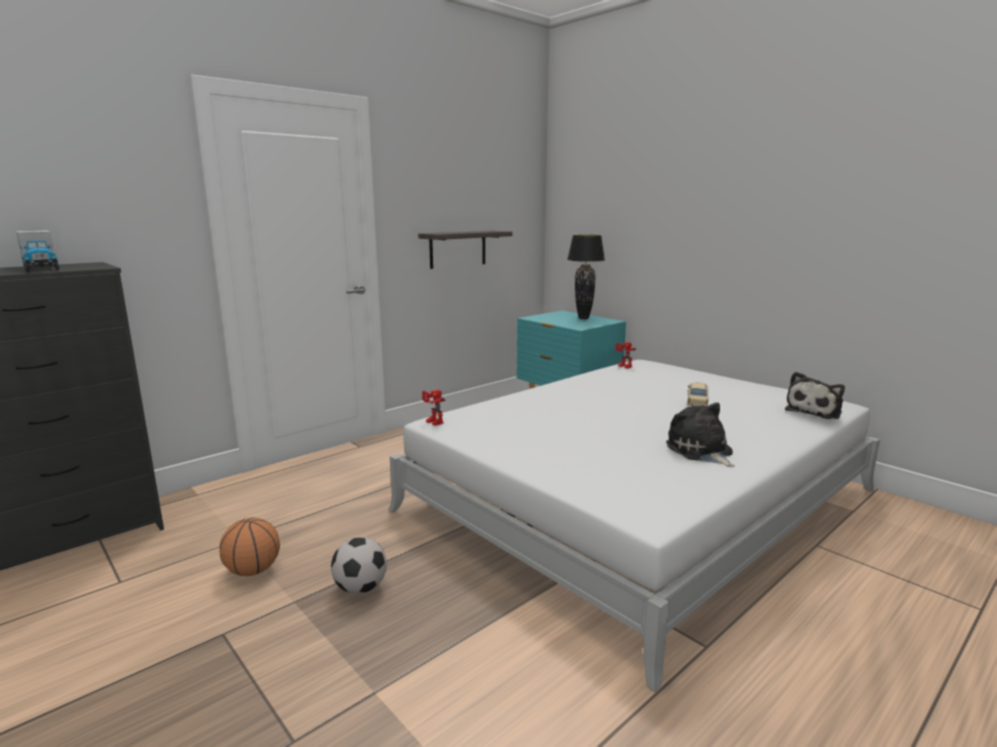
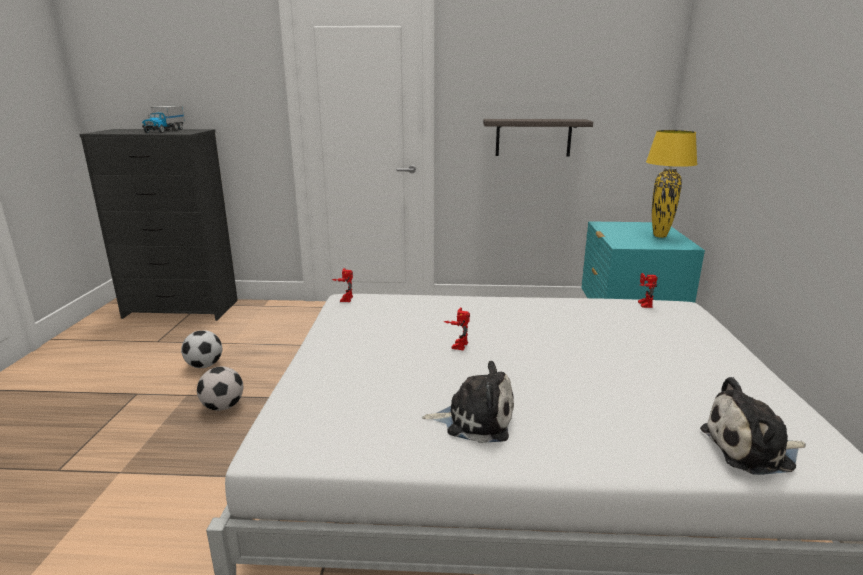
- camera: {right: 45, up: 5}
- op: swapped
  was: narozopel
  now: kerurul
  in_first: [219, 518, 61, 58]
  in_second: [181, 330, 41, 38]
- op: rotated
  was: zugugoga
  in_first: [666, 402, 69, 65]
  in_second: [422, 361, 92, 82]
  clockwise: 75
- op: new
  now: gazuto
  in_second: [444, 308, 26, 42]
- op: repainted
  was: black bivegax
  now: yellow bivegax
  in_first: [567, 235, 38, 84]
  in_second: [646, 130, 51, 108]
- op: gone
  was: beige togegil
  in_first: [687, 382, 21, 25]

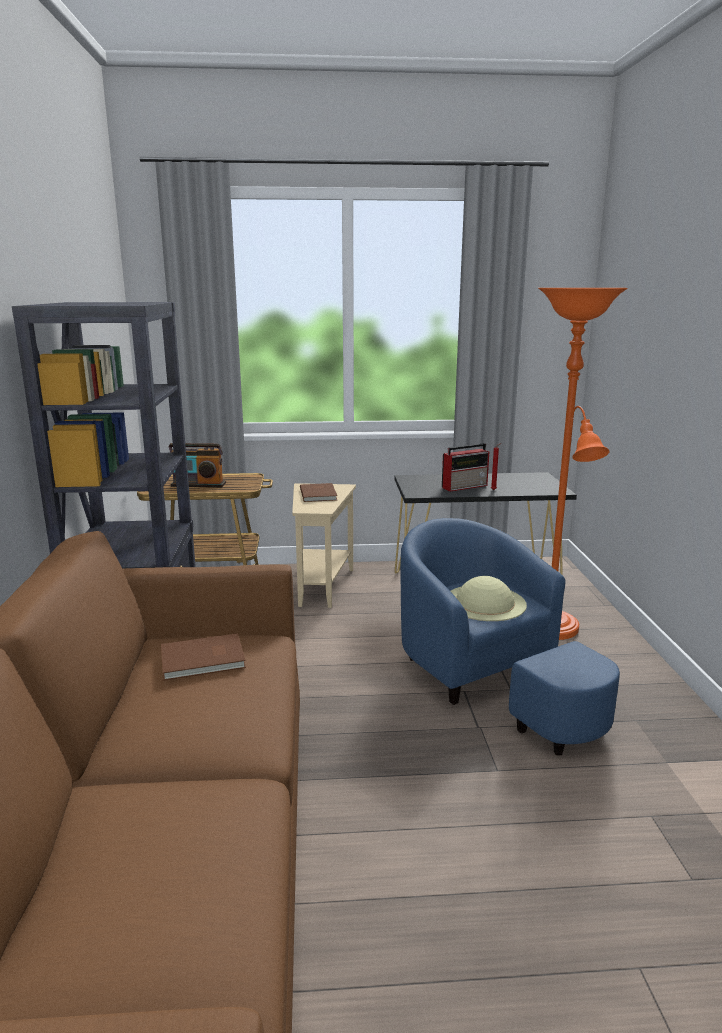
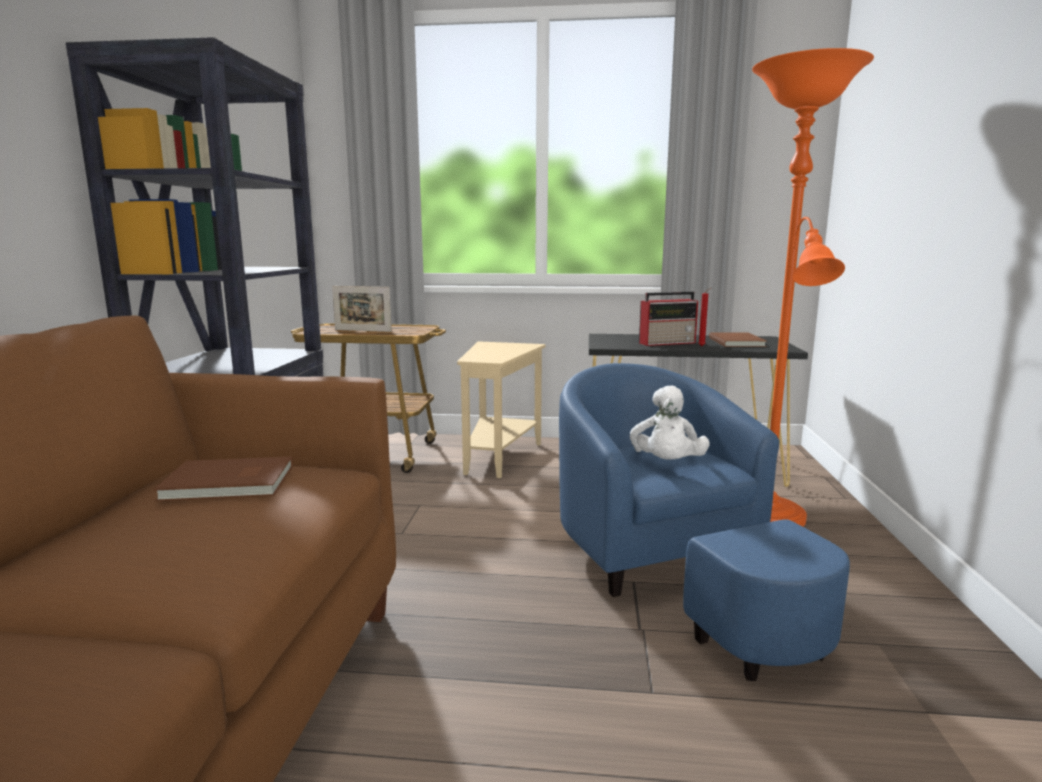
- camera: {right: 10, up: -5}
- op: swapped
  was: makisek
  now: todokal
  in_first: [169, 443, 57, 44]
  in_second: [332, 286, 60, 46]
- op: swapped
  was: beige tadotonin
  now: white zugugoga
  in_first: [451, 576, 76, 45]
  in_second: [630, 385, 80, 75]
- op: shifted
  was: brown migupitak
  in_first: [300, 483, 37, 19]
  in_second: [709, 332, 58, 15]

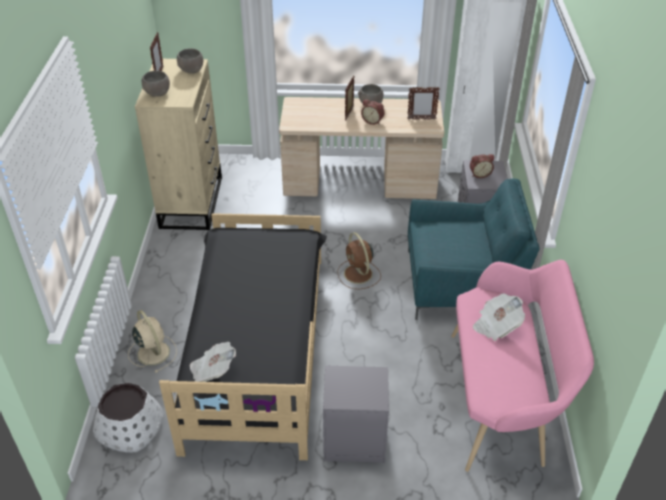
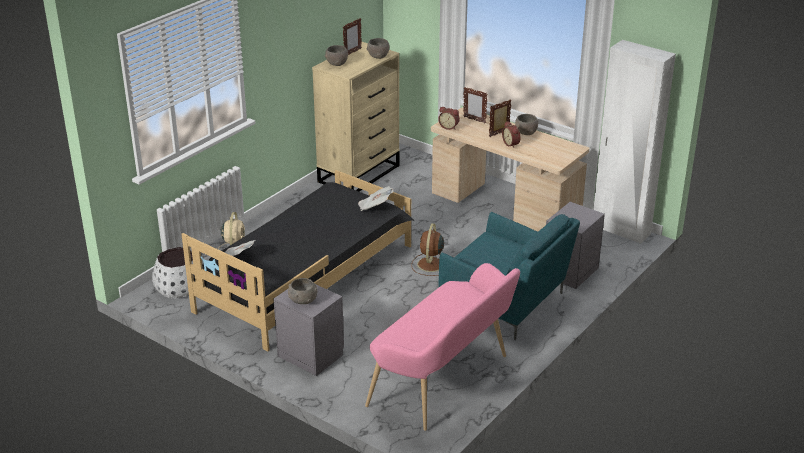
- camera: {right: 35, up: -10}
- op: new
  now: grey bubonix
  in_second: [288, 278, 29, 26]
- op: shifted
  was: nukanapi
  in_first: [473, 293, 52, 48]
  in_second: [358, 186, 35, 25]
- op: shifted
  was: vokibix
  in_first: [470, 154, 24, 24]
  in_second: [438, 107, 22, 23]
- op: shifted
  was: todokal
  in_first: [408, 87, 32, 33]
  in_second: [463, 87, 25, 37]

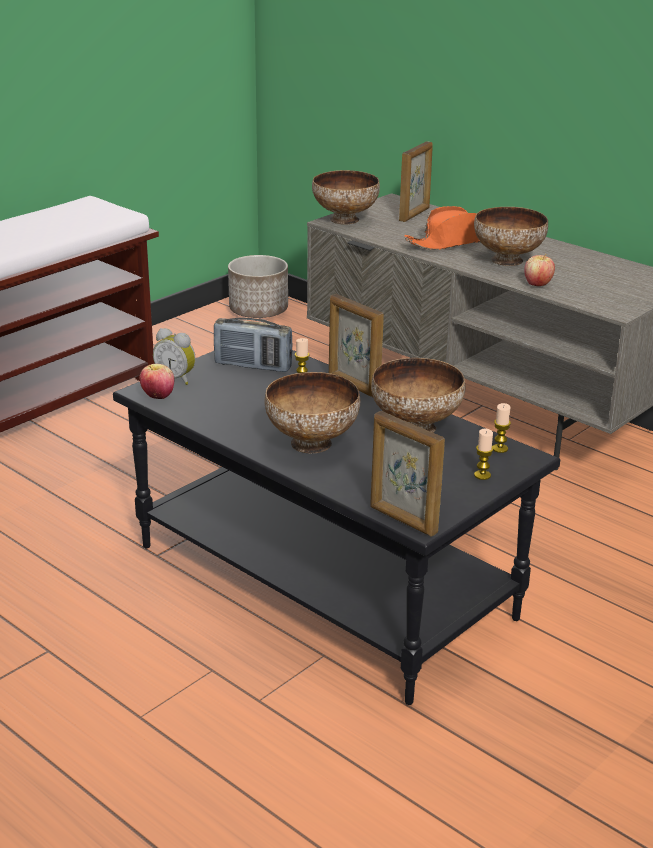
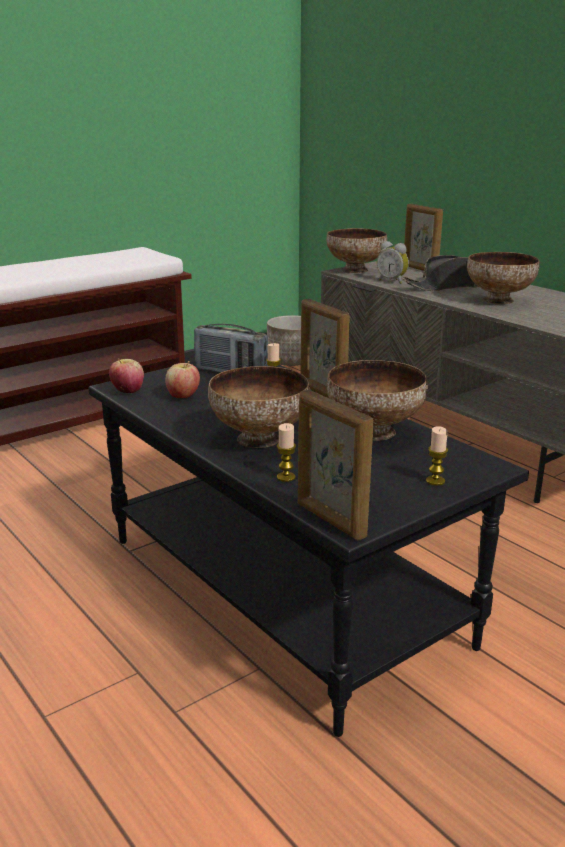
- camera: {right: 10, up: -5}
- op: shifted
  was: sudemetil
  in_first: [524, 254, 31, 32]
  in_second: [165, 361, 35, 37]
- op: shifted
  was: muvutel
  in_first: [492, 403, 19, 50]
  in_second: [277, 423, 19, 59]
- op: shifted
  was: vokibix
  in_first: [153, 328, 43, 57]
  in_second: [377, 241, 32, 43]
- op: repainted
  was: orange tadotonin
  now: black tadotonin
  in_first: [404, 206, 76, 44]
  in_second: [403, 255, 75, 36]
- op: rotated
  was: todokal
  in_first: [399, 141, 34, 81]
  in_second: [404, 204, 39, 67]
  clockwise: 105

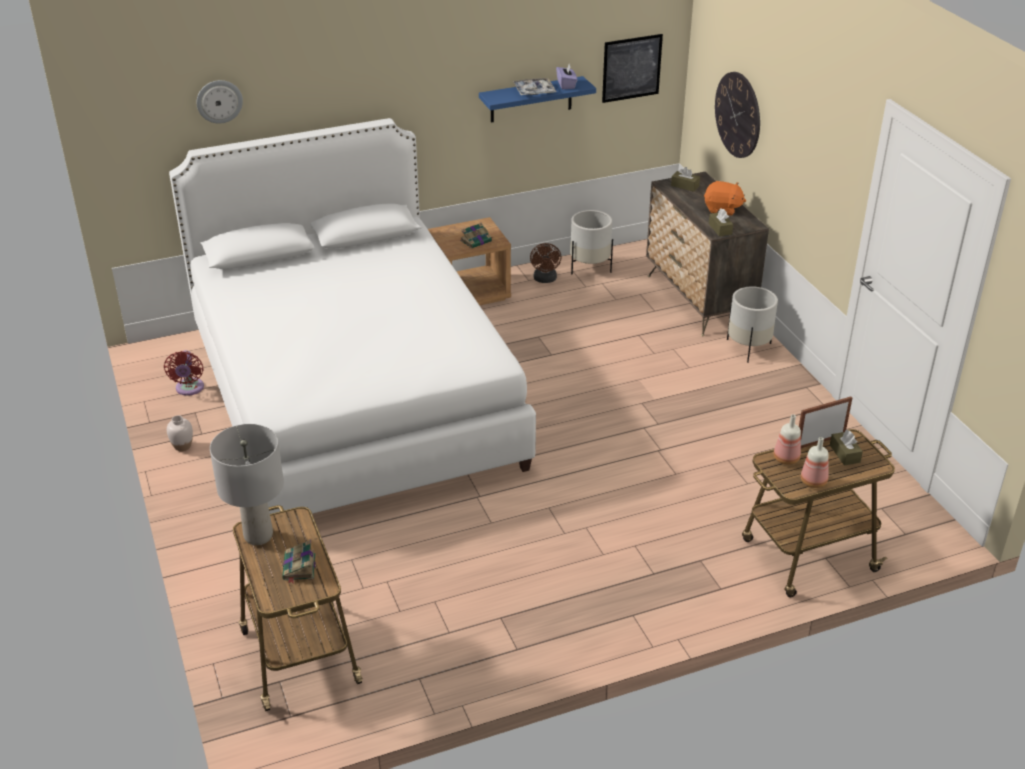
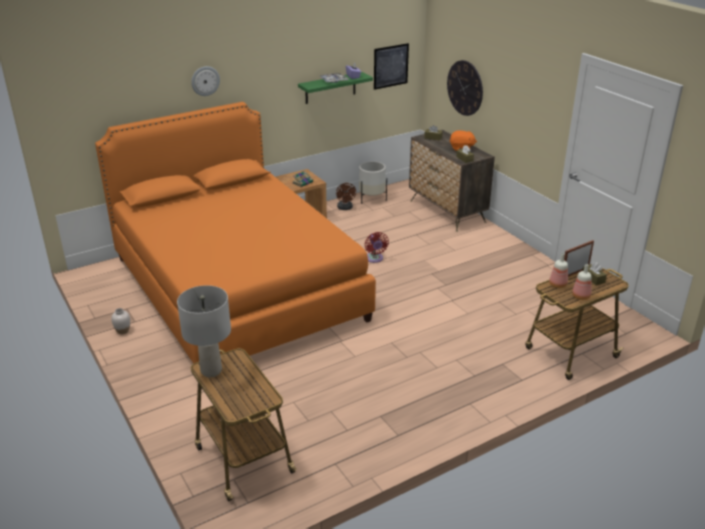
- camera: {right: -10, up: -5}
- op: repainted
  was: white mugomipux
  now: orange mugomipux
  in_first: [169, 118, 367, 414]
  in_second: [95, 102, 281, 262]
- op: shifted
  was: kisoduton
  in_first: [196, 80, 47, 44]
  in_second: [191, 66, 29, 30]
- op: repainted
  was: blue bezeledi
  now: green bezeledi
  in_first: [479, 76, 117, 47]
  in_second: [298, 72, 75, 32]
- op: shifted
  was: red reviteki
  in_first: [164, 350, 40, 46]
  in_second: [365, 232, 24, 31]
- op: gone
  was: migupitak
  in_first: [282, 539, 34, 45]
- op: gone
  was: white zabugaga
  in_first: [727, 286, 51, 77]

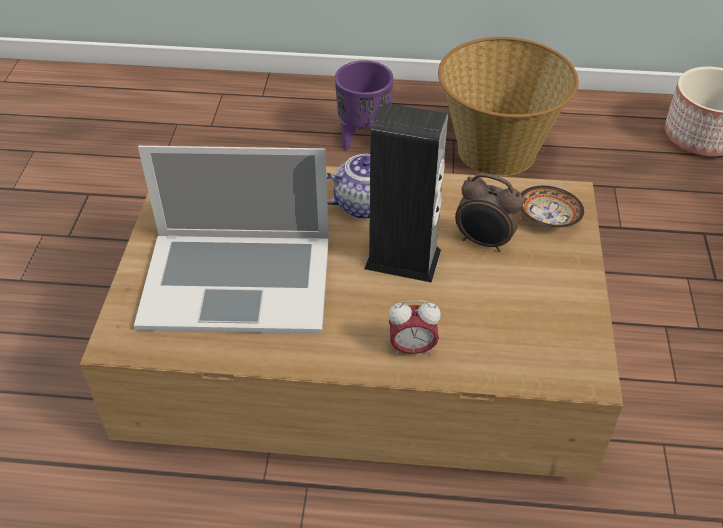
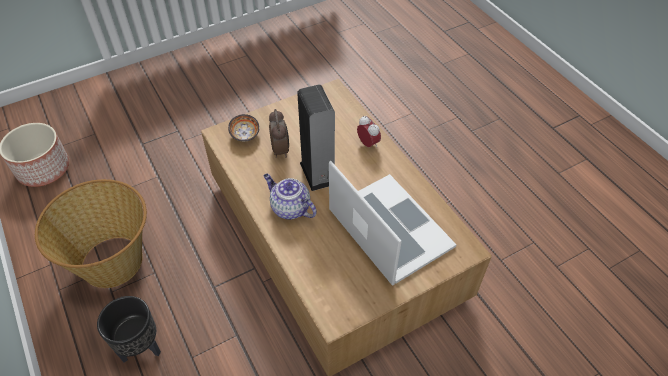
- camera: {right: -125, up: 5}
- op: repainted
  was: purple zabugaga
  now: black zabugaga
  in_first: [335, 61, 59, 90]
  in_second: [97, 296, 64, 67]

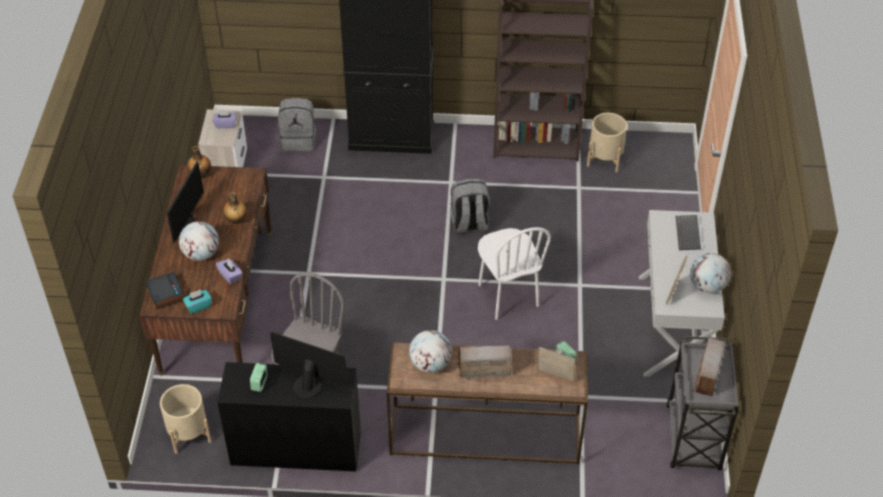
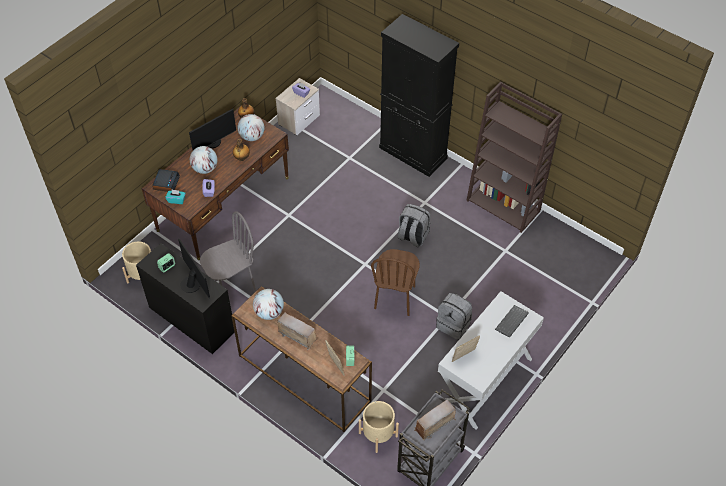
- camera: {right: 35, up: 5}
- op: shifted
  was: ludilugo
  in_first: [690, 253, 41, 40]
  in_second: [238, 114, 27, 27]
- op: shifted
  was: beige zabugaga
  in_first: [587, 113, 40, 59]
  in_second: [359, 401, 40, 52]
- op: repainted
  was: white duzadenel
  now: brown duzadenel
  in_first: [478, 227, 73, 93]
  in_second: [371, 249, 49, 67]
- op: shifted
  was: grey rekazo
  in_first: [278, 98, 38, 53]
  in_second: [436, 293, 36, 47]

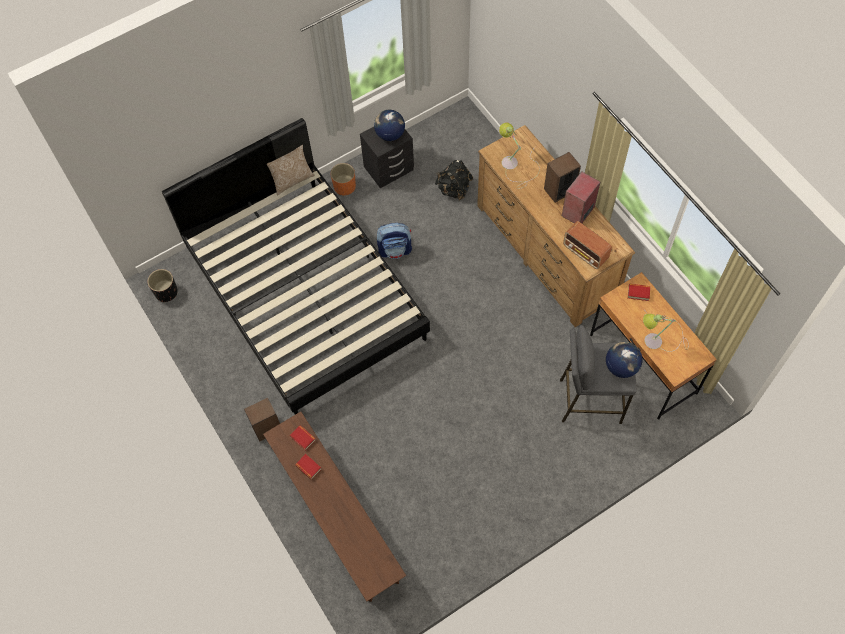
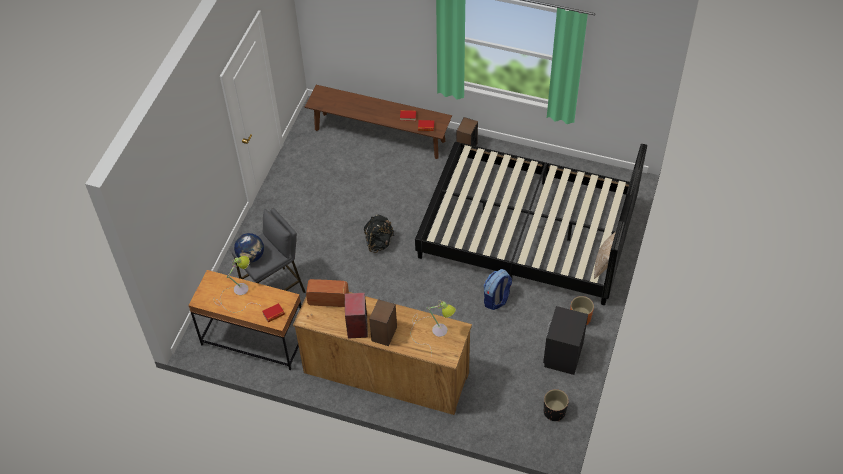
- camera: {right: 140, up: -10}
- op: shifted
  was: black rekazo
  in_first: [435, 160, 38, 41]
  in_second: [364, 215, 30, 38]
- op: shifted
  was: black zabugaga
  in_first: [147, 269, 31, 33]
  in_second: [544, 389, 25, 32]
- op: gone
  was: ludilugo
  in_first: [374, 110, 31, 31]

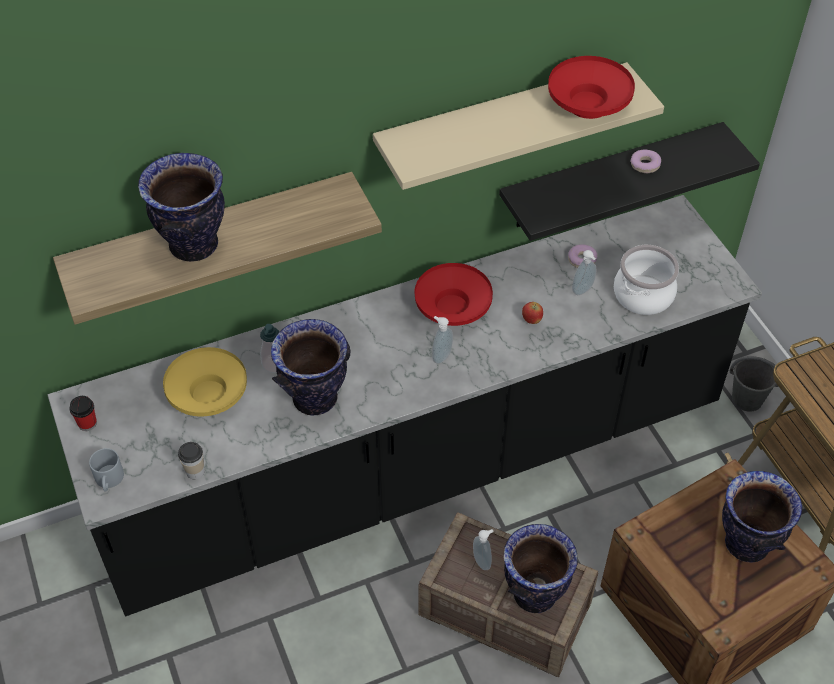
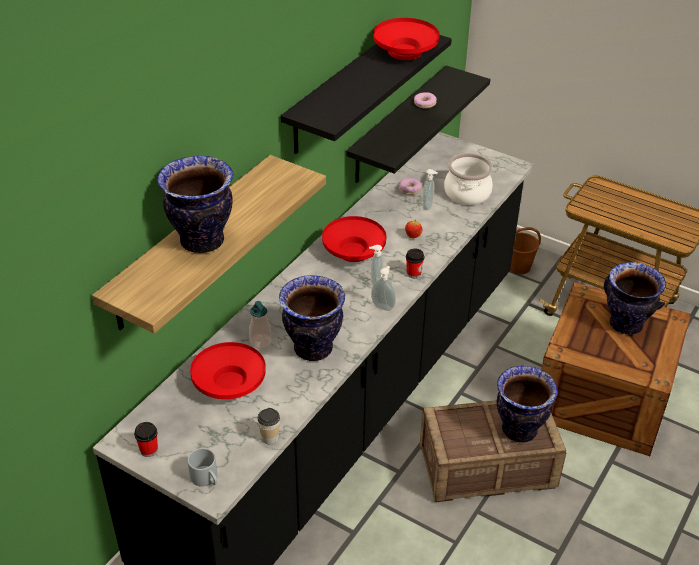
- camera: {right: -35, up: -10}
- op: repainted
  was: yellow bubonix
  now: red bubonix
  in_first: [163, 347, 84, 69]
  in_second: [190, 342, 76, 57]
- op: repainted
  was: beige bezeledi
  now: black bezeledi
  in_first: [373, 62, 291, 128]
  in_second: [281, 35, 171, 119]
- op: shifted
  was: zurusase
  in_first: [473, 529, 20, 41]
  in_second: [371, 266, 25, 45]
- op: new
  now: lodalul
  in_second: [406, 248, 19, 30]
- op: repainted
  was: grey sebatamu
  now: brown sebatamu
  in_first: [730, 356, 49, 56]
  in_second: [510, 227, 31, 48]

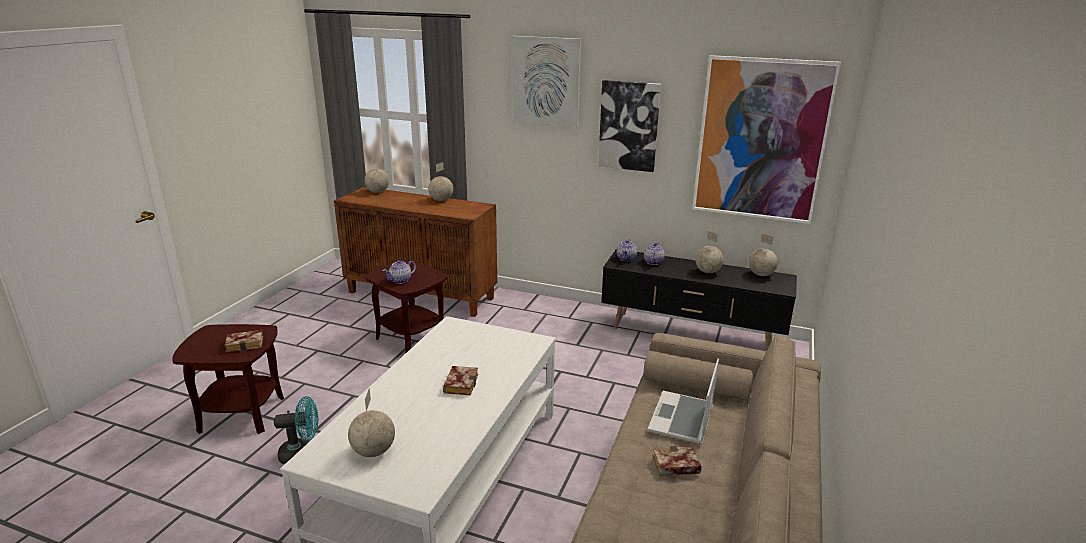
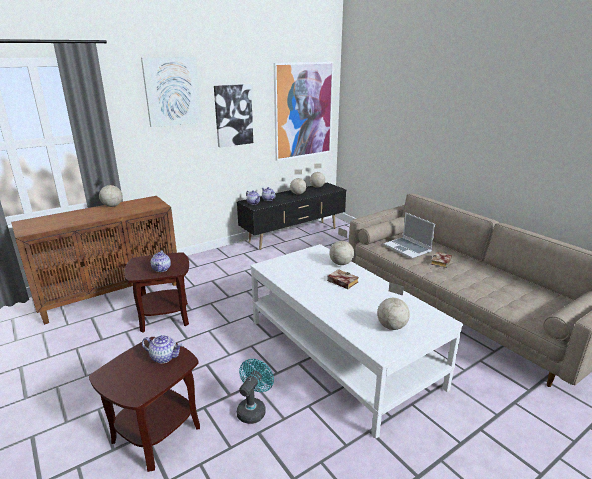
- camera: {right: -55, up: 0}
- op: swapped
  was: migupitak
  now: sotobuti
  in_first: [225, 330, 38, 22]
  in_second: [142, 335, 40, 28]
- op: shifted
  was: ludilugo
  in_first: [364, 155, 25, 38]
  in_second: [329, 228, 25, 37]

